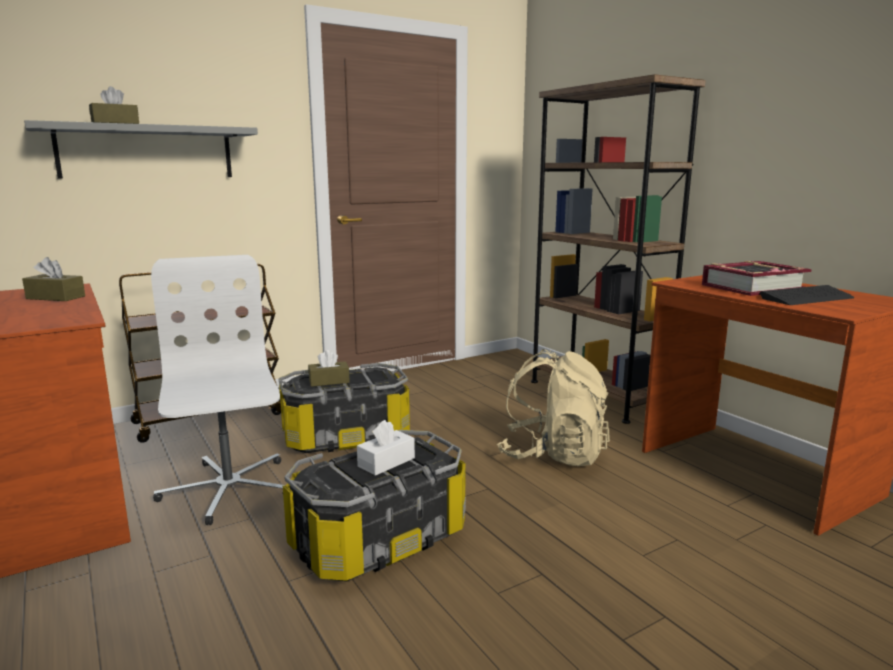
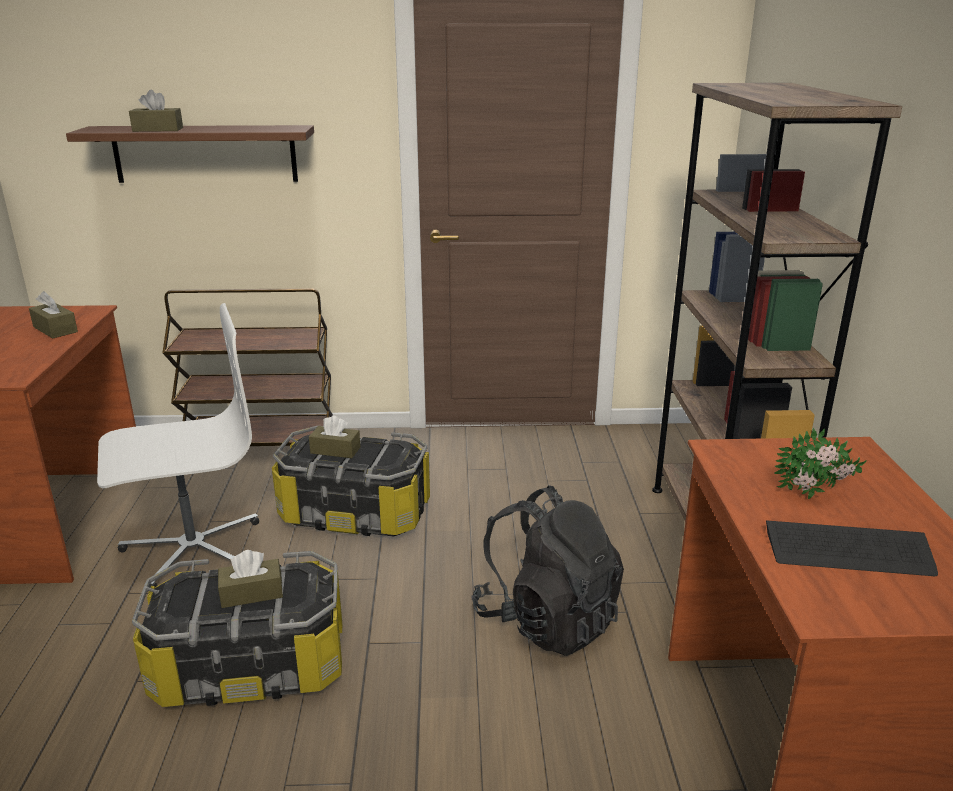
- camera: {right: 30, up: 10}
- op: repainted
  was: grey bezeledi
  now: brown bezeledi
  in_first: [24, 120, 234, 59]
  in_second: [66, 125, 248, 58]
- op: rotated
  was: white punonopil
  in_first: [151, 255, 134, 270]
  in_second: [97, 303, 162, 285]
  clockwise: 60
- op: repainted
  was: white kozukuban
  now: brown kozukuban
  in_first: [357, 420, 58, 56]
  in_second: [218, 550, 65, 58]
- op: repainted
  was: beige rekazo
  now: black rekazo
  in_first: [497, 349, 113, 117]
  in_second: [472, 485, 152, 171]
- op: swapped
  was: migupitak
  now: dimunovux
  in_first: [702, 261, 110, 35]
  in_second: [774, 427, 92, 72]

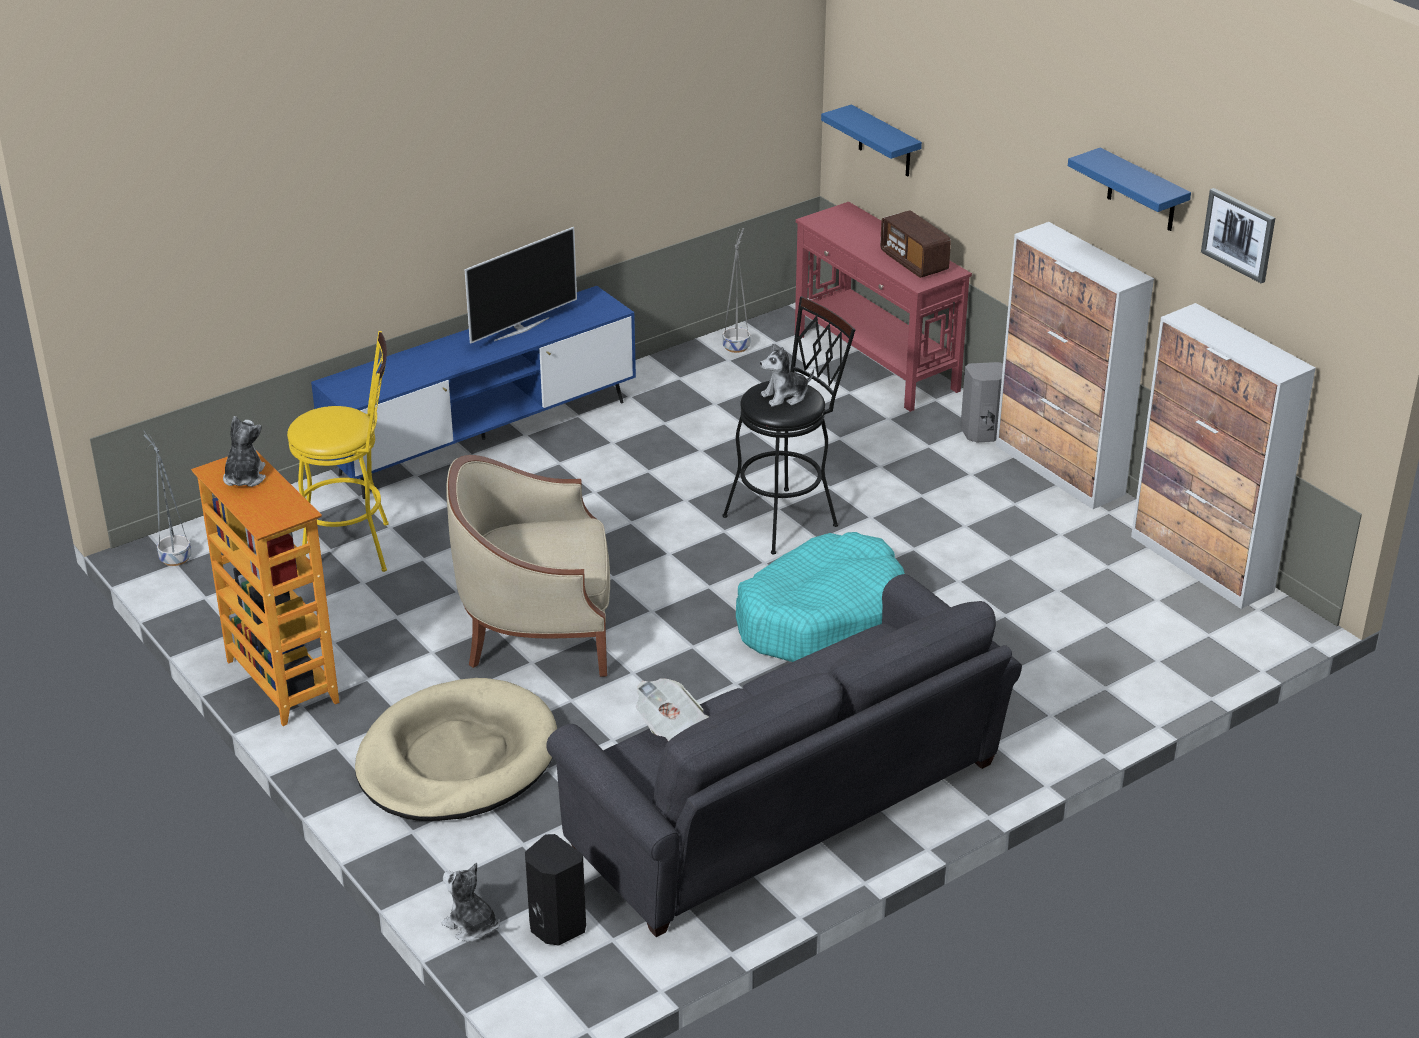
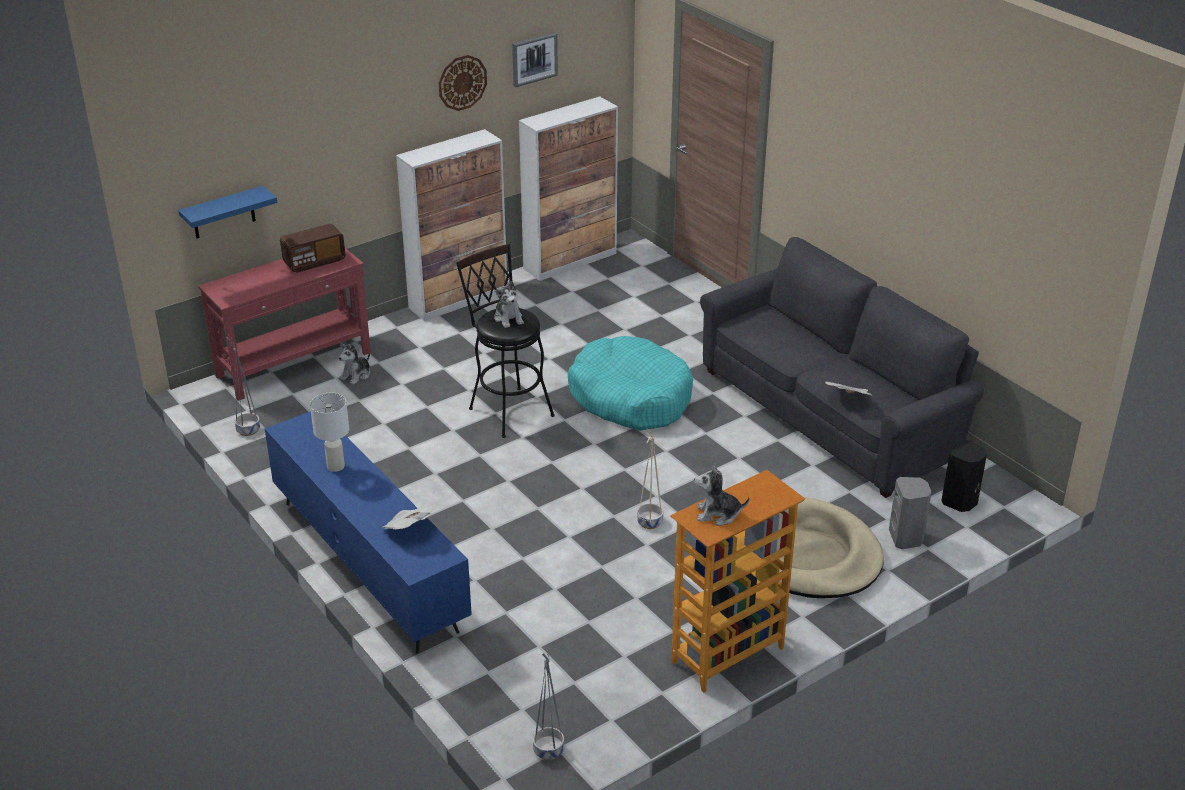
- camera: {right: -90, up: 0}
- op: swapped
  was: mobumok
  now: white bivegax
  in_first: [464, 227, 113, 117]
  in_second: [310, 393, 39, 79]
- op: shifted
  was: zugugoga
  in_first: [441, 863, 59, 79]
  in_second: [339, 343, 31, 42]
- op: new
  now: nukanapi
  in_second: [383, 505, 55, 24]
- op: swapped
  was: blue bezeledi
  now: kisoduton
  in_first: [1068, 148, 123, 83]
  in_second: [439, 55, 48, 56]
- op: swapped
  was: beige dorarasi
  now: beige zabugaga
  in_first: [446, 455, 164, 222]
  in_second: [637, 429, 27, 100]
- op: shifted
  was: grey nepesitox
  in_first: [960, 362, 43, 80]
  in_second: [889, 477, 43, 72]
- op: gone
  was: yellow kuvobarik
  in_first: [287, 331, 102, 241]

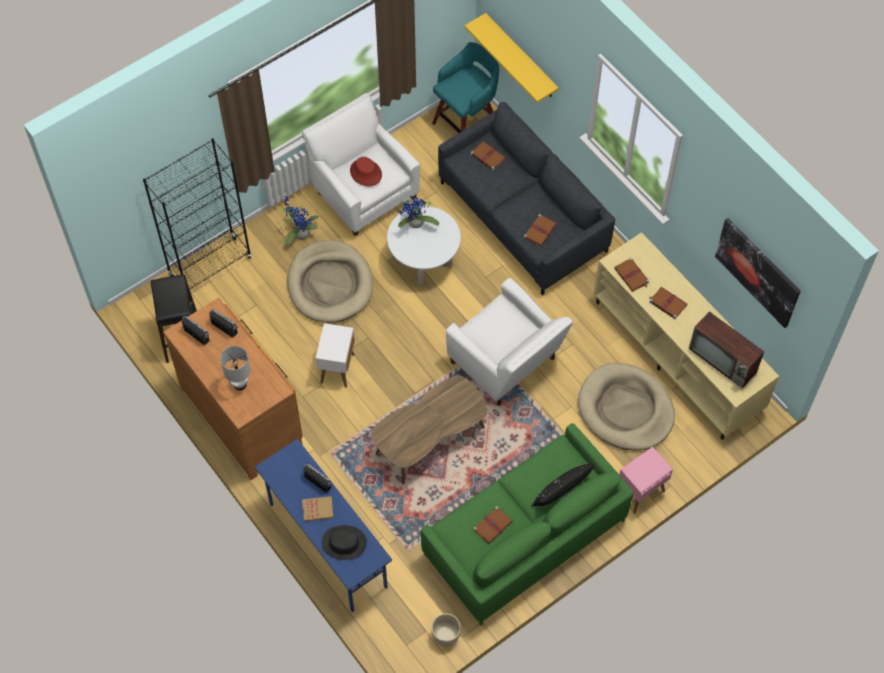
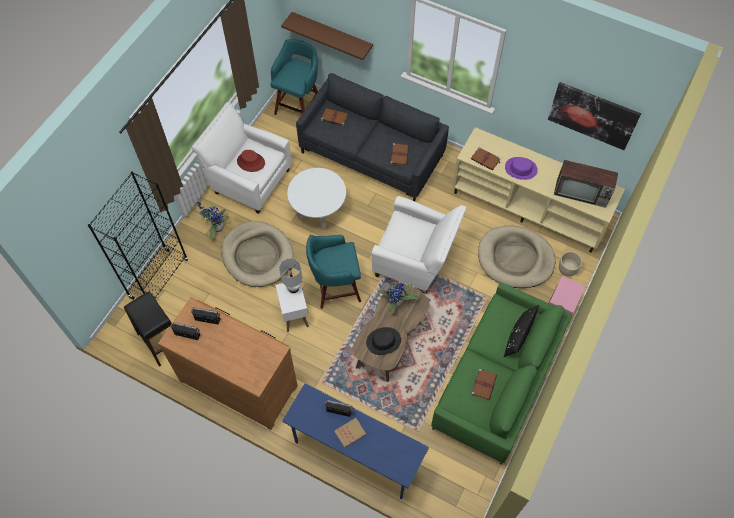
- camera: {right: -25, up: 0}
- op: shifted
  was: white bivegax
  in_first: [220, 346, 30, 44]
  in_second: [279, 258, 23, 35]
- op: repainted
  was: yellow bezeledi
  now: brown bezeledi
  in_first: [465, 13, 94, 90]
  in_second: [281, 12, 92, 48]
- op: new
  now: turquoise kuvobarik
  in_second: [306, 235, 55, 74]
- op: shifted
  was: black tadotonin
  in_first: [322, 525, 45, 35]
  in_second: [366, 327, 35, 28]
- op: shifted
  was: dimunovux
  in_first: [397, 196, 42, 32]
  in_second: [379, 283, 40, 31]
- op: swapped
  was: brown migupitak
  now: purple tadotonin
  in_first: [649, 287, 39, 33]
  in_second: [505, 157, 33, 23]
- op: shifted
  was: beige zabugaga
  in_first: [431, 613, 30, 34]
  in_second: [559, 251, 23, 26]

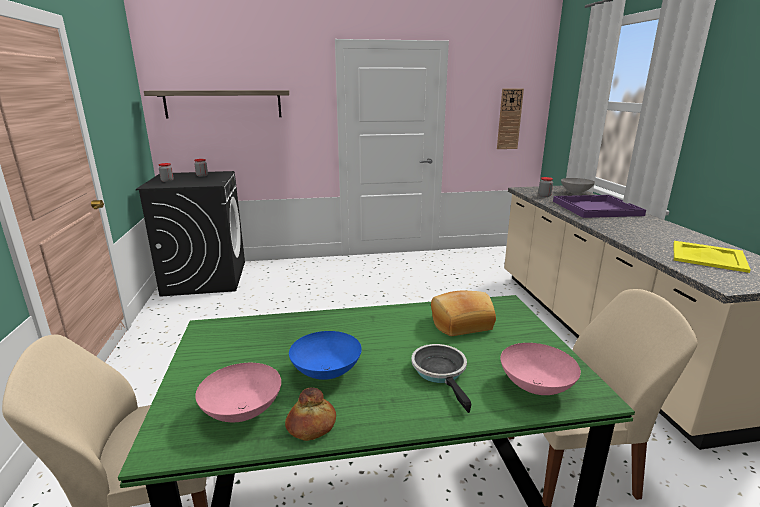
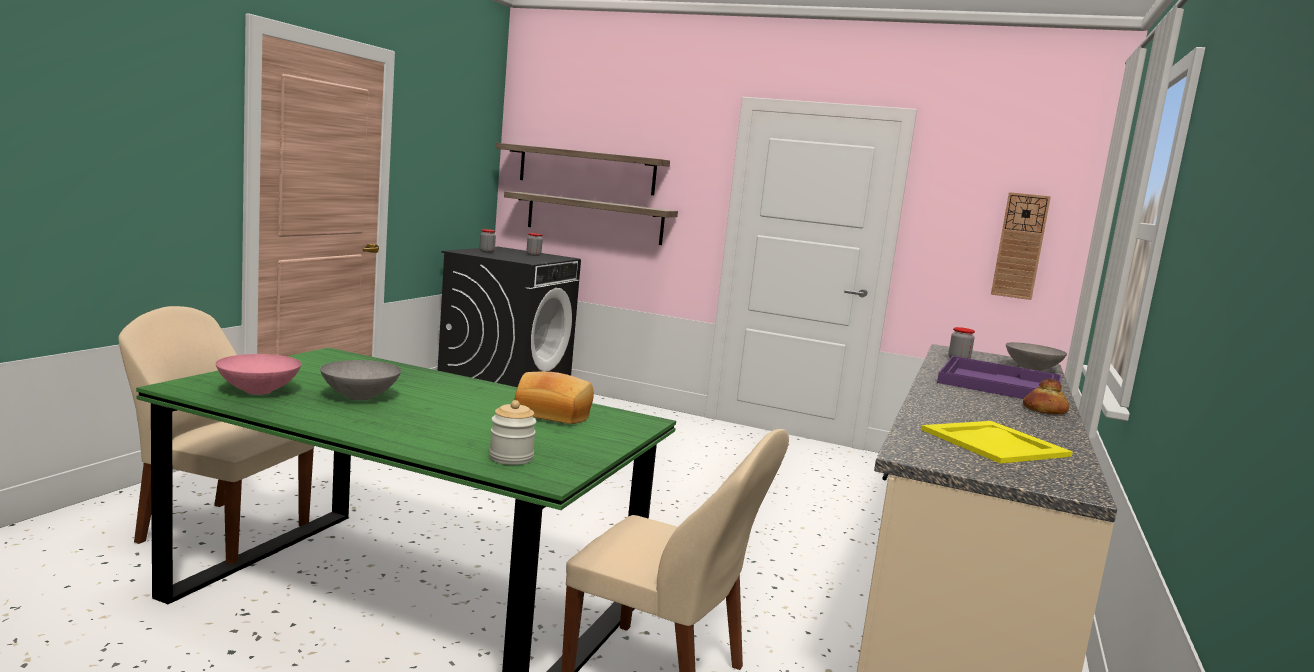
- camera: {right: 30, up: -10}
- op: repainted
  was: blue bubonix
  now: grey bubonix
  in_first: [289, 331, 73, 49]
  in_second: [320, 360, 81, 40]
- op: swapped
  was: pink bubonix
  now: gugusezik
  in_first: [500, 343, 81, 52]
  in_second: [489, 400, 47, 65]
- op: new
  now: bezeledi
  in_second: [504, 191, 174, 54]
- op: shifted
  was: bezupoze
  in_first: [285, 387, 51, 54]
  in_second: [1023, 378, 46, 37]
- op: gone
  was: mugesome
  in_first: [411, 344, 61, 69]

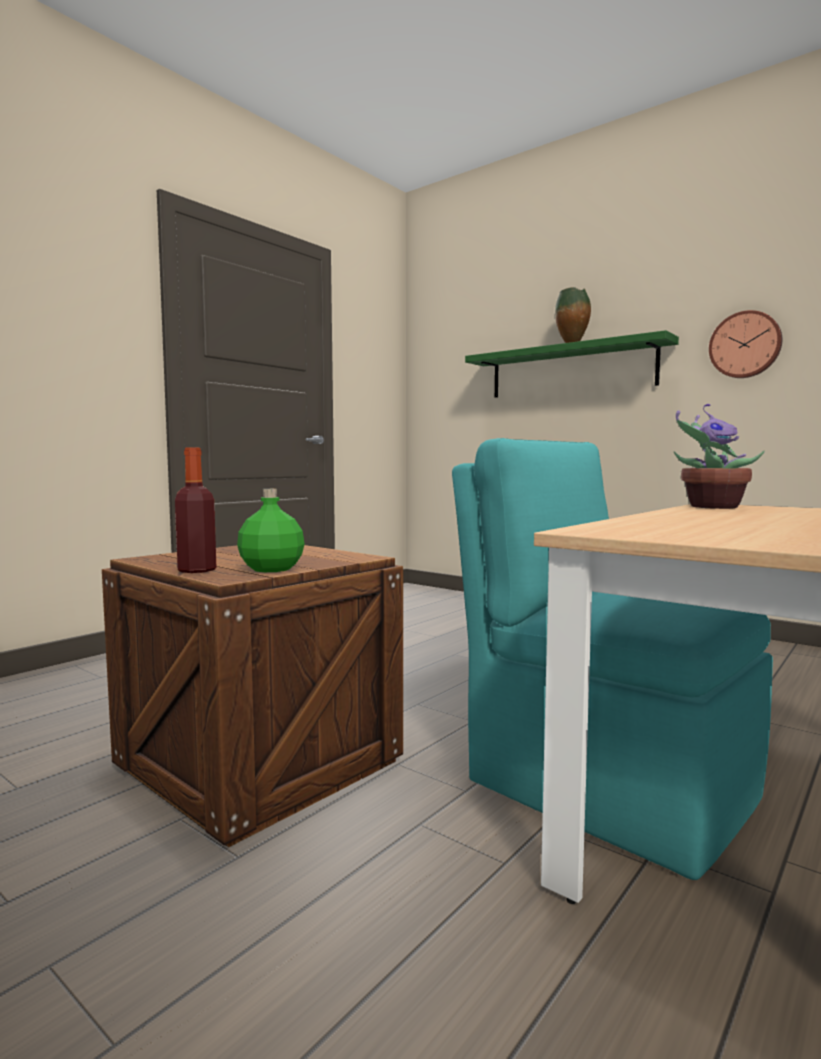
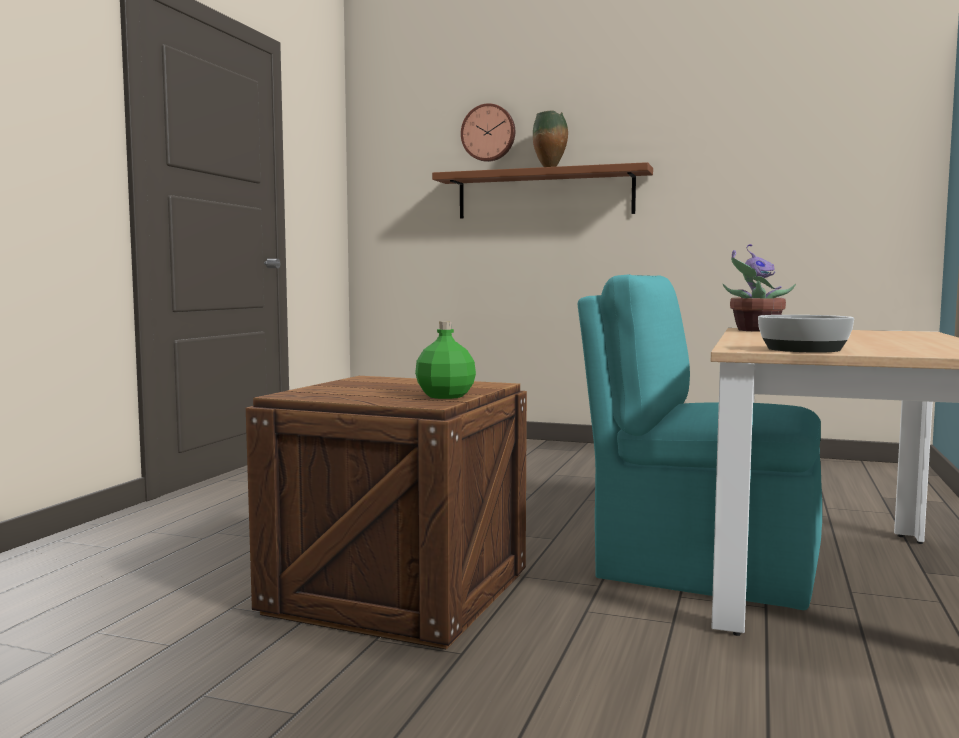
- camera: {right: -20, up: 0}
- op: repainted
  was: green bezeledi
  now: brown bezeledi
  in_first: [465, 330, 214, 68]
  in_second: [432, 162, 221, 57]
- op: shifted
  was: kisoduton
  in_first: [709, 310, 73, 68]
  in_second: [461, 103, 54, 59]
- op: new
  now: bubonix
  in_second: [758, 315, 96, 37]
- op: gone
  was: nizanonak
  in_first: [175, 447, 41, 126]

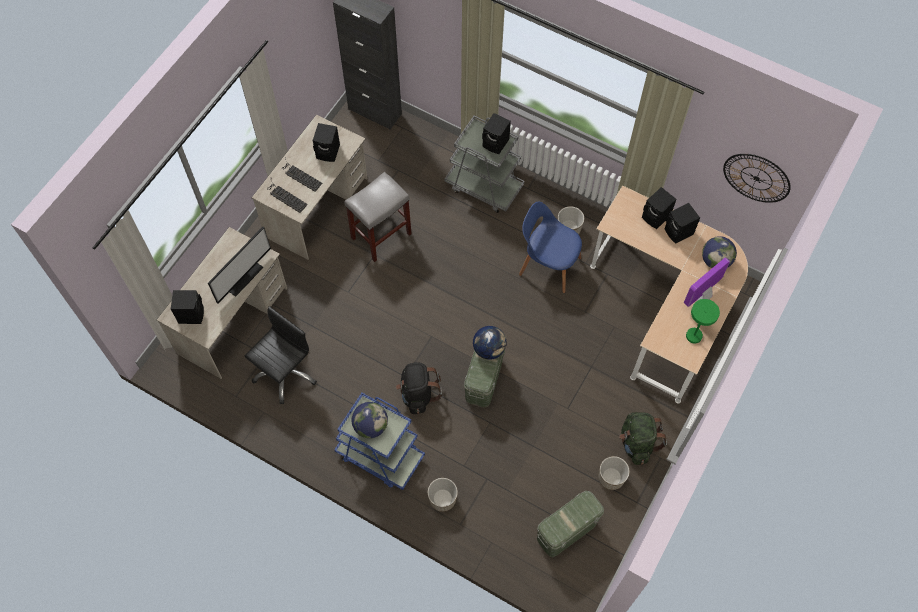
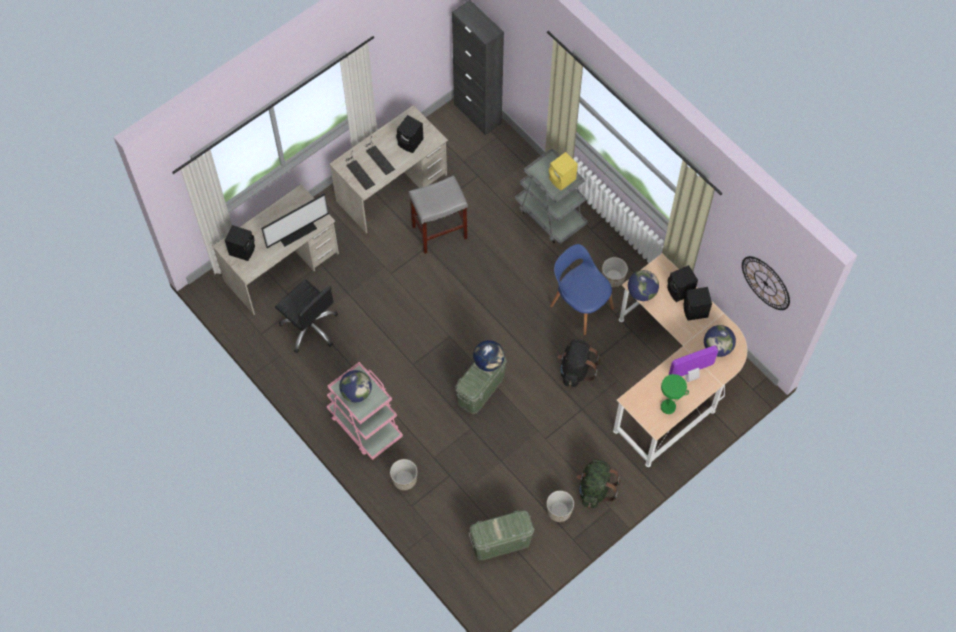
- camera: {right: 20, up: 0}
- op: rotated
  was: black punonopil
  in_first: [245, 306, 72, 98]
  in_second: [275, 279, 63, 74]
  clockwise: 75
- op: repainted
  was: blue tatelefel
  now: pink tatelefel
  in_first: [334, 393, 91, 97]
  in_second: [327, 362, 76, 98]
- op: repainted
  was: black nepesitox
  now: yellow nepesitox
  in_first: [482, 113, 29, 41]
  in_second: [549, 152, 29, 39]
- op: shifted
  was: black rekazo
  in_first: [396, 362, 46, 52]
  in_second: [558, 339, 42, 48]
- op: new
  now: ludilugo
  in_second: [628, 270, 31, 31]

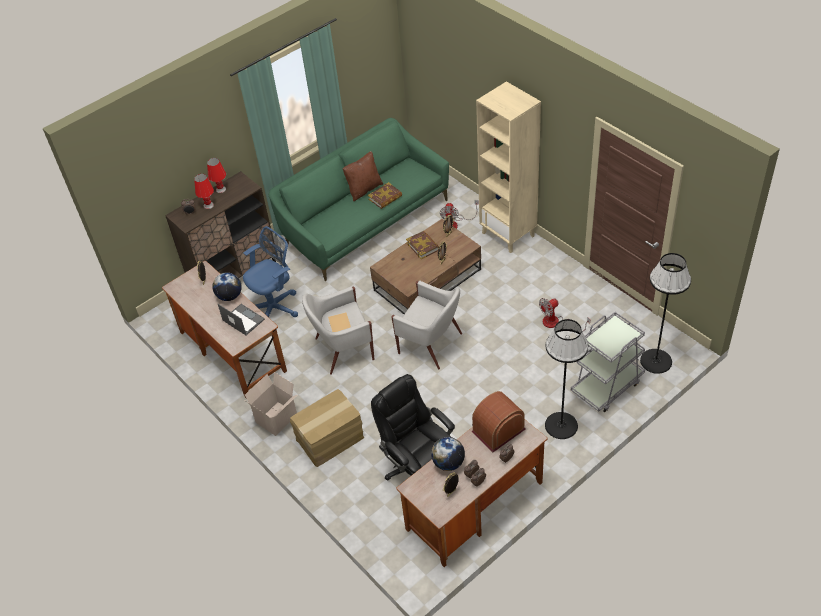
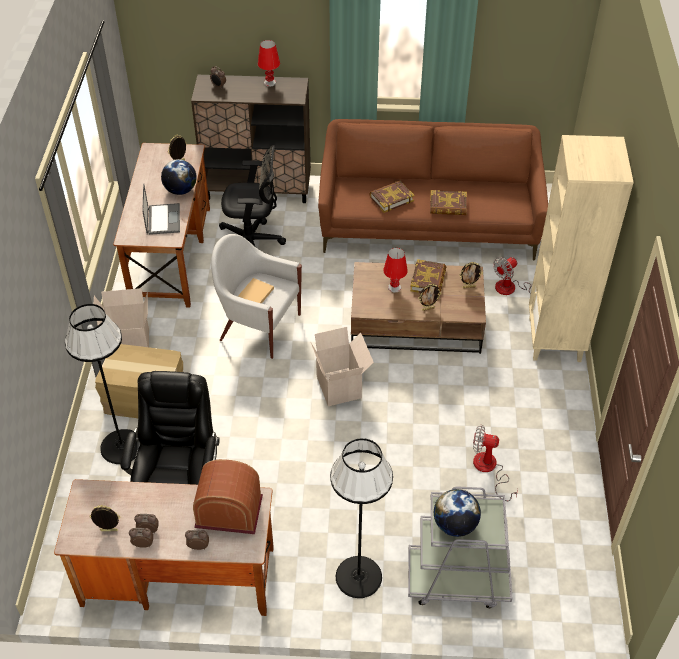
- camera: {right: 40, up: 0}
- op: shifted
  was: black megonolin
  in_first: [640, 253, 51, 121]
  in_second: [65, 304, 72, 160]
- op: repainted
  was: blue punonopil
  now: black punonopil
  in_first: [243, 226, 55, 91]
  in_second: [219, 145, 67, 101]
- op: swapped
  was: white dorarasi
  now: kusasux
  in_first: [391, 281, 71, 88]
  in_second: [310, 327, 64, 79]
- op: repainted
  was: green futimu
  now: brown futimu
  in_first: [269, 118, 180, 163]
  in_second: [318, 119, 230, 141]
- op: new
  now: migupitak
  in_second: [369, 181, 46, 32]
- op: shifted
  was: red bivegax
  in_first: [194, 174, 20, 35]
  in_second: [383, 248, 25, 45]
- op: shifted
  was: ludilugo
  in_first: [431, 437, 34, 34]
  in_second: [434, 489, 47, 48]
- op: gone
  was: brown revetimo
  in_first: [342, 151, 41, 50]

